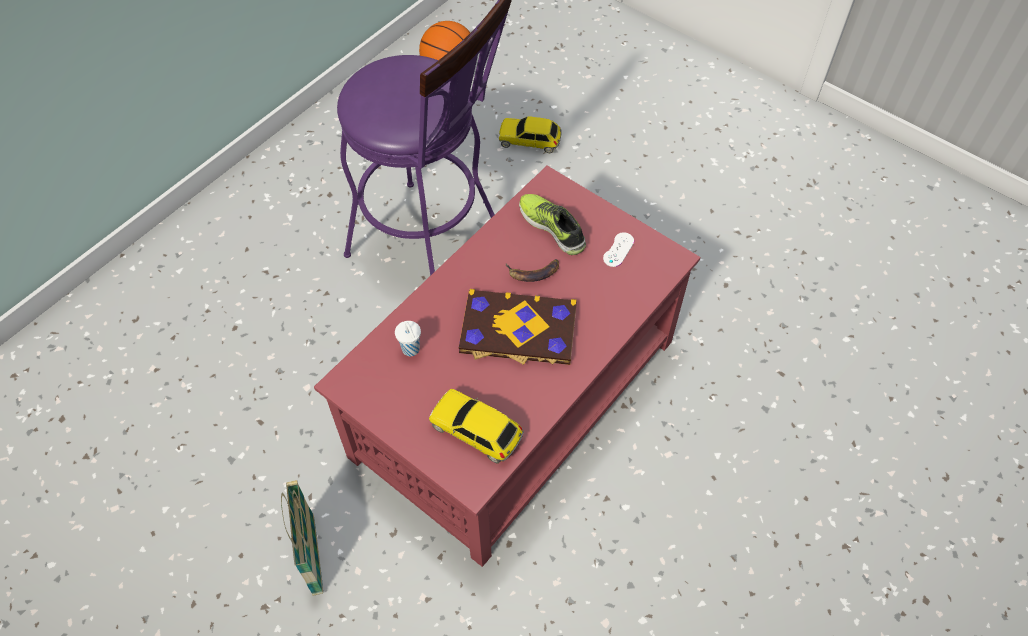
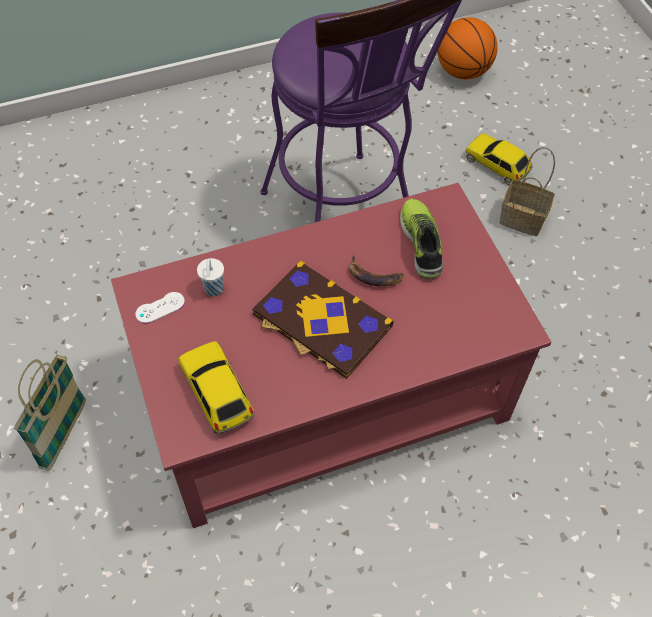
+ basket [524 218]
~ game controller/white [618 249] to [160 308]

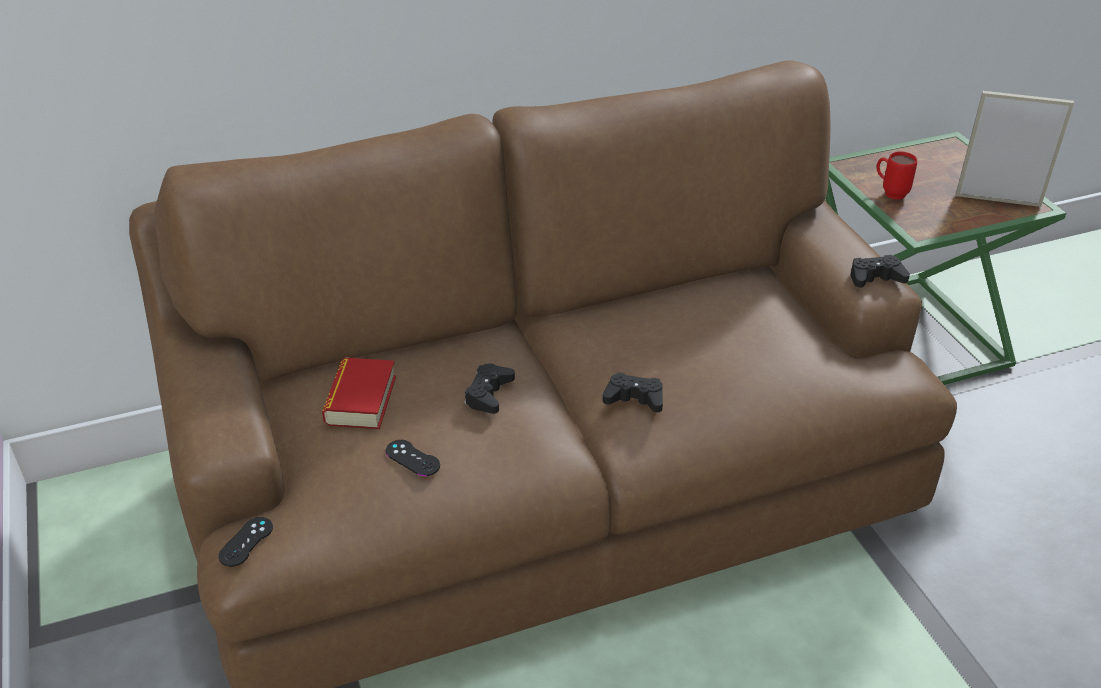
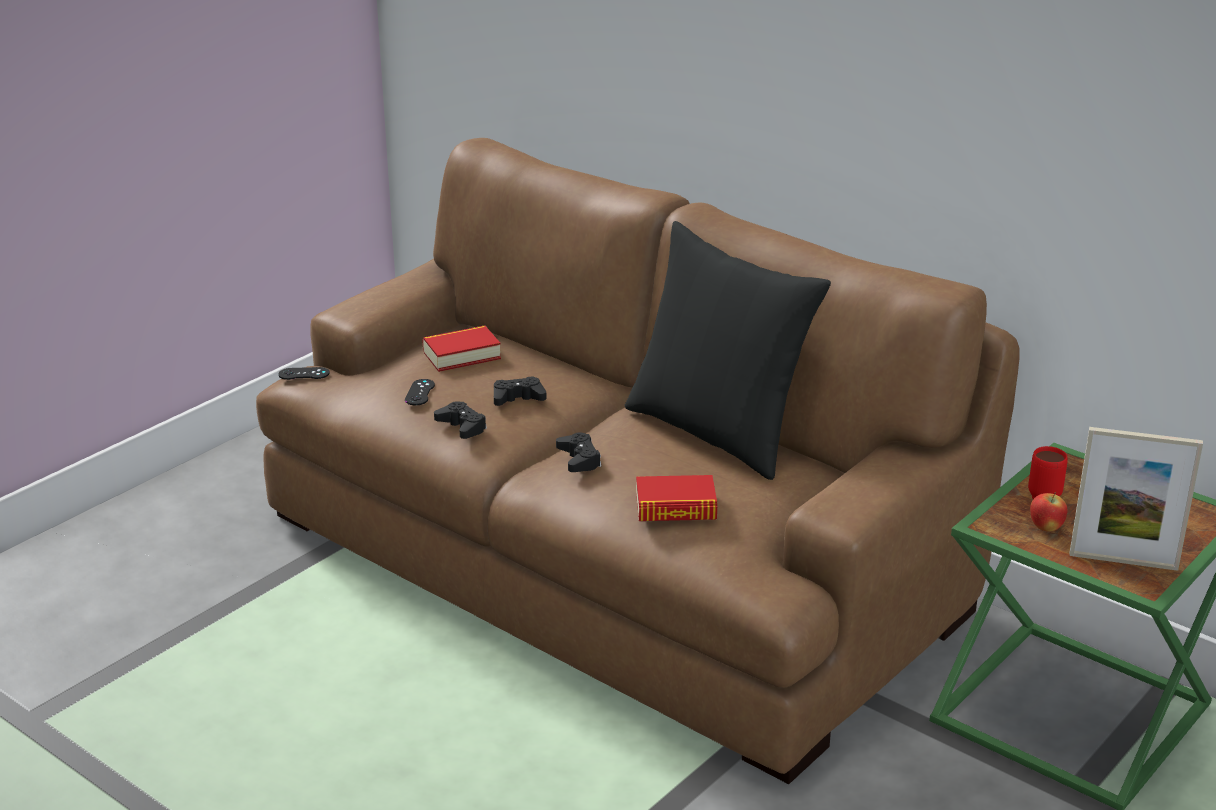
+ pillow/black [716 432]
+ book [675 507]
+ apple [1045 528]
~ game controller/black [875 278] to [462 426]
~ picture frame [998 200] = [1123 561] 120 degrees clockwise

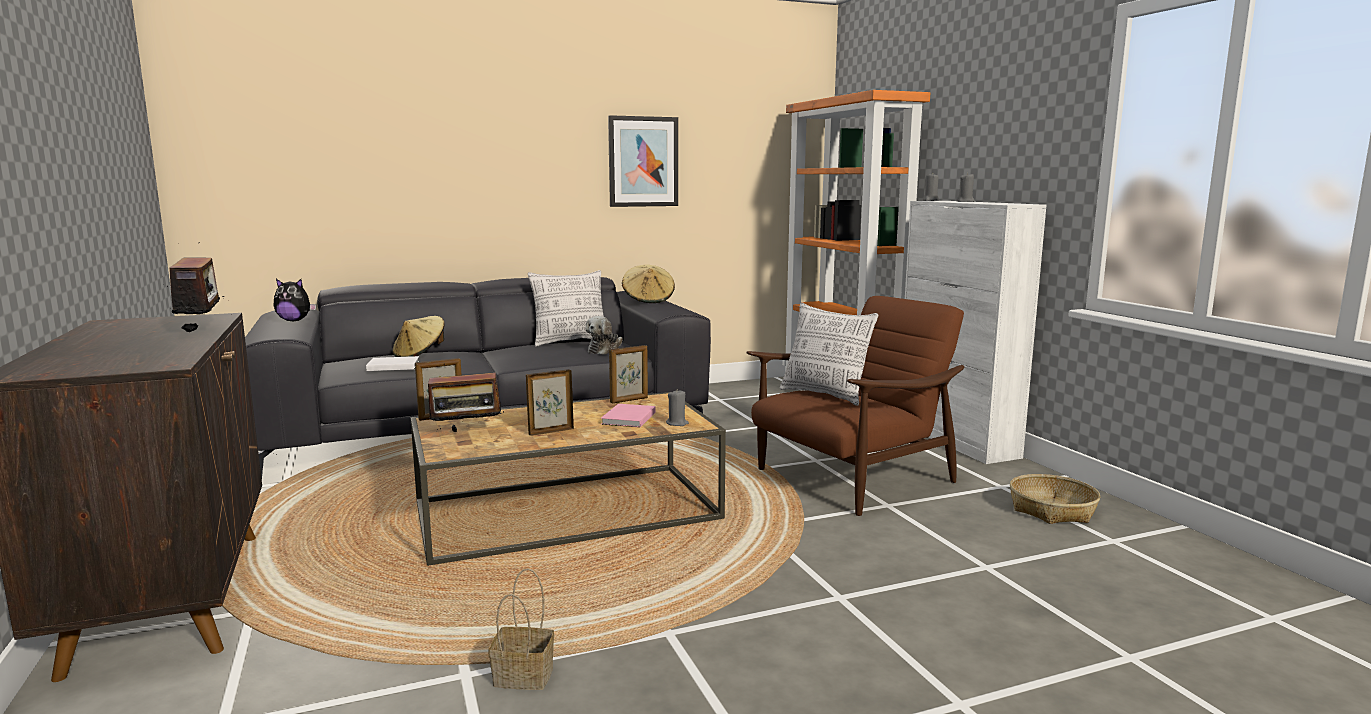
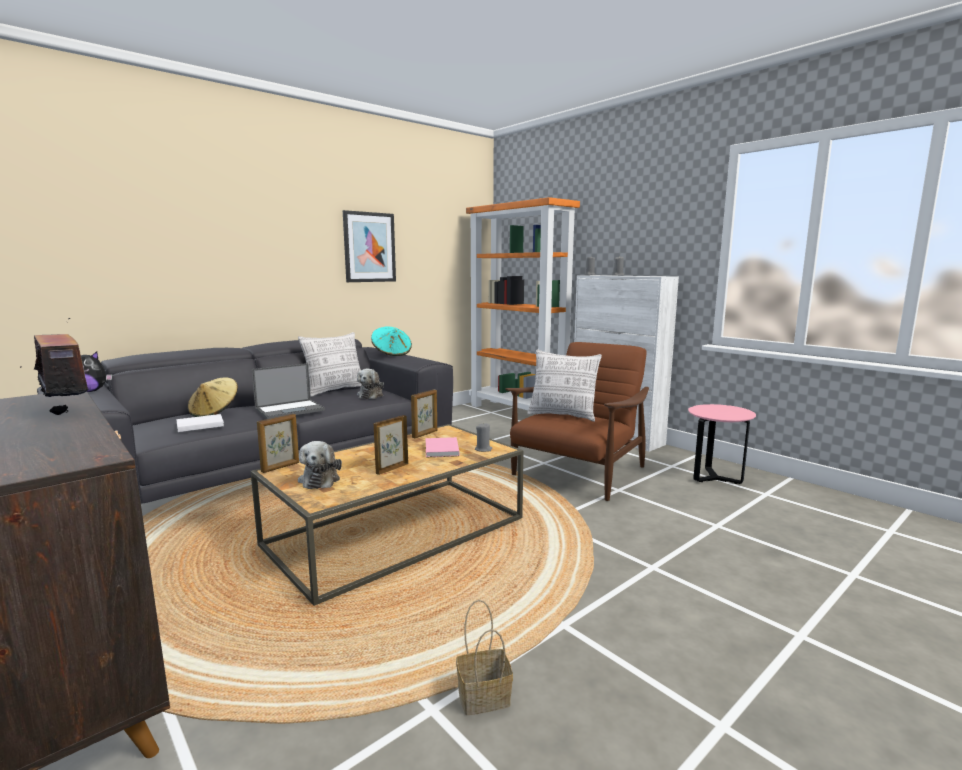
+ laptop [290 409]
~ radio [467 433] to plush toy [320 479]
~ basket [1052 510] to side table/pink [714 478]
~ hat/beige [648 300] to hat/turquoise [392 353]

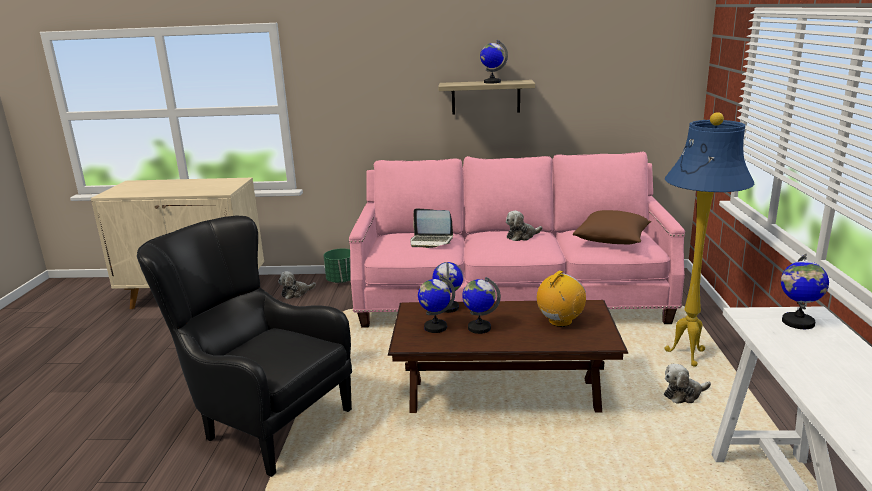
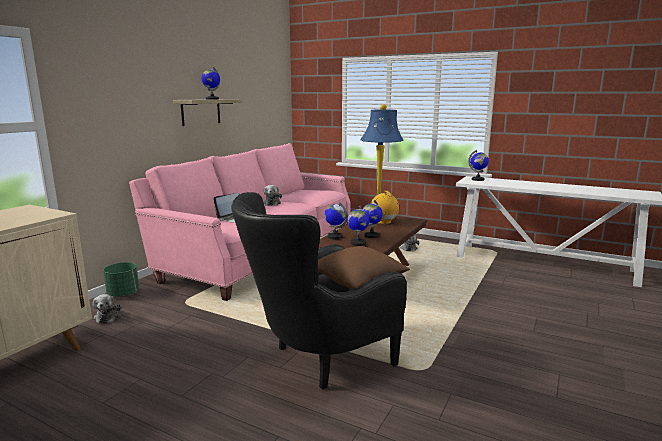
~ pillow/brown [612 241] to [358 281]

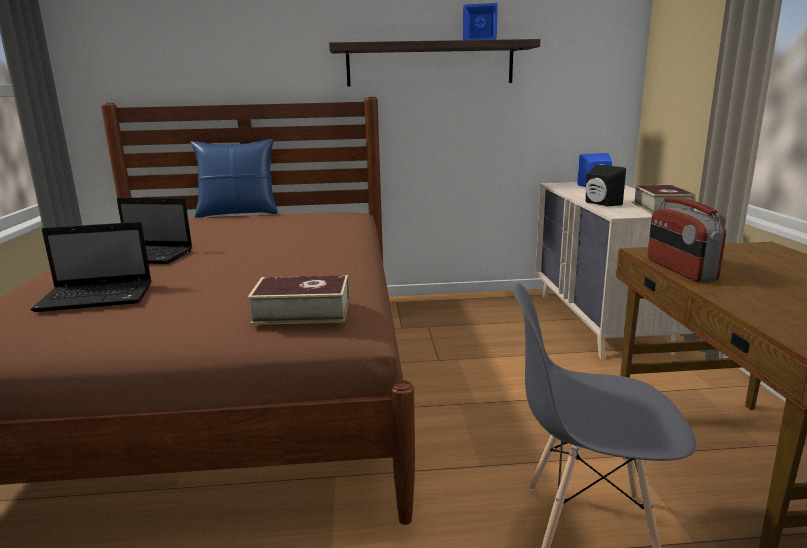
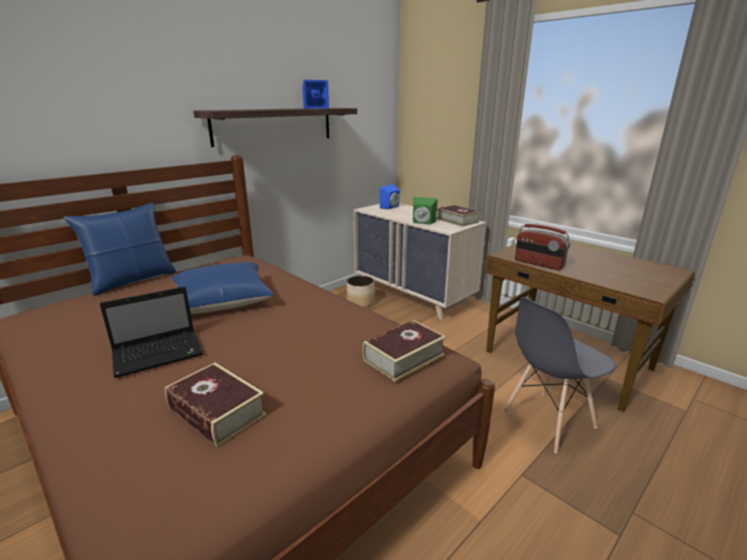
+ pillow/blue [222 300]
+ planter [360 302]
~ laptop [99 297] to book [217 411]
~ speaker/black [600 203] to speaker/green [422 222]

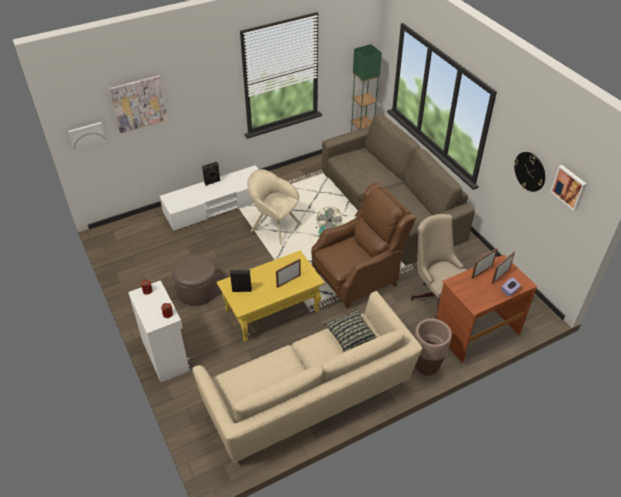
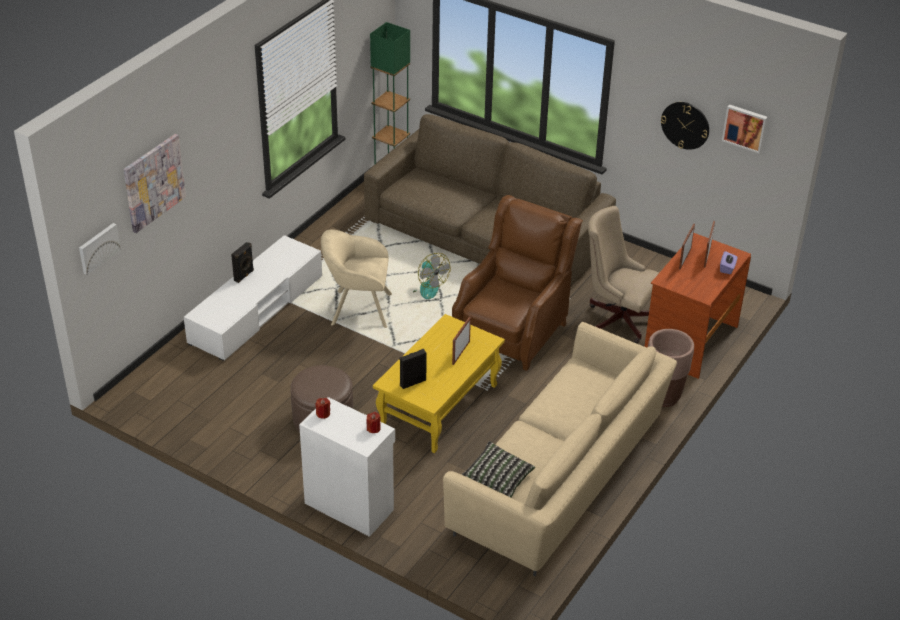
~ pillow [350 336] to [498 479]

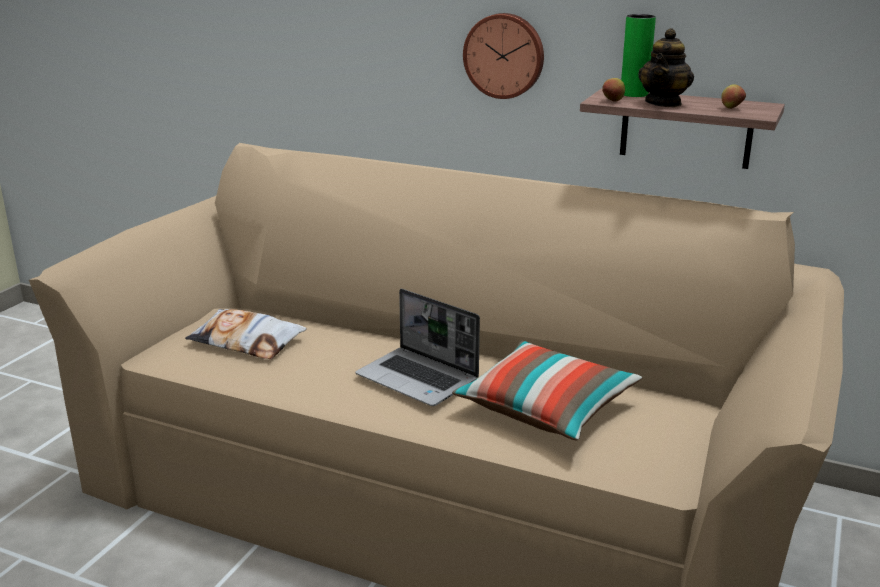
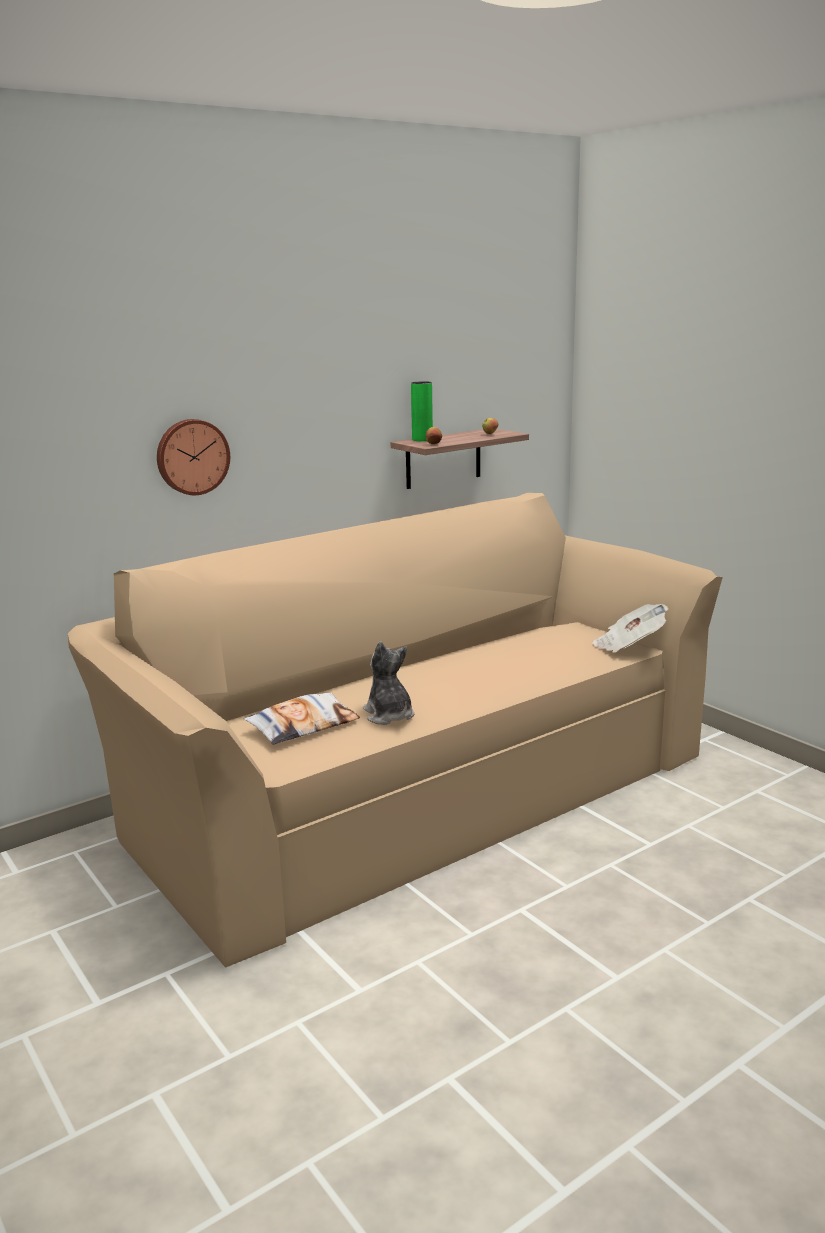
- laptop [419 379]
- pillow [546 408]
- teapot [664 103]
+ plush toy [389 715]
+ newspaper [628 646]
~ wall clock [504 55] to [192 456]

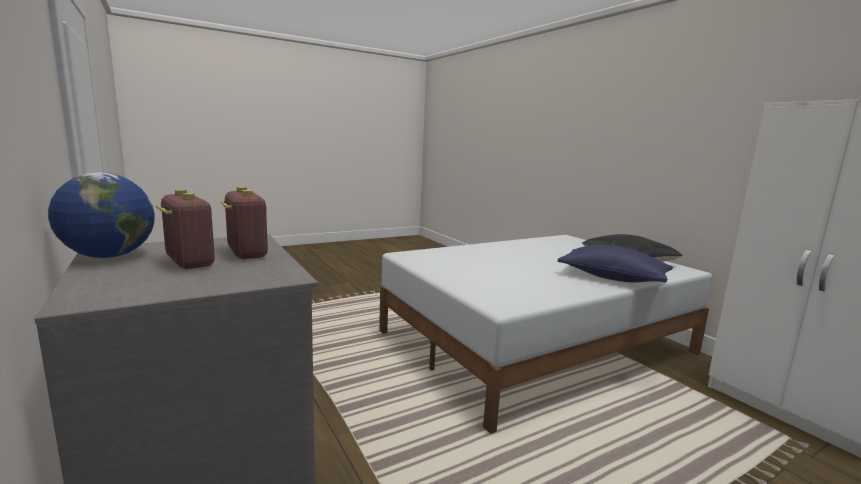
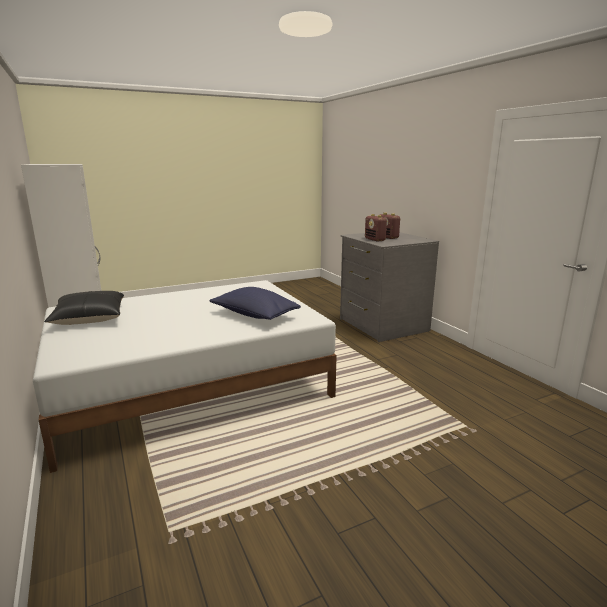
- globe [109 256]
~ pillow/blue [612 278] to [254 315]

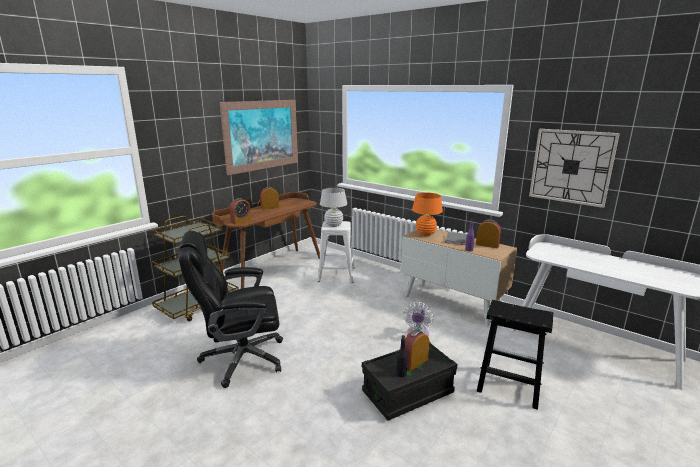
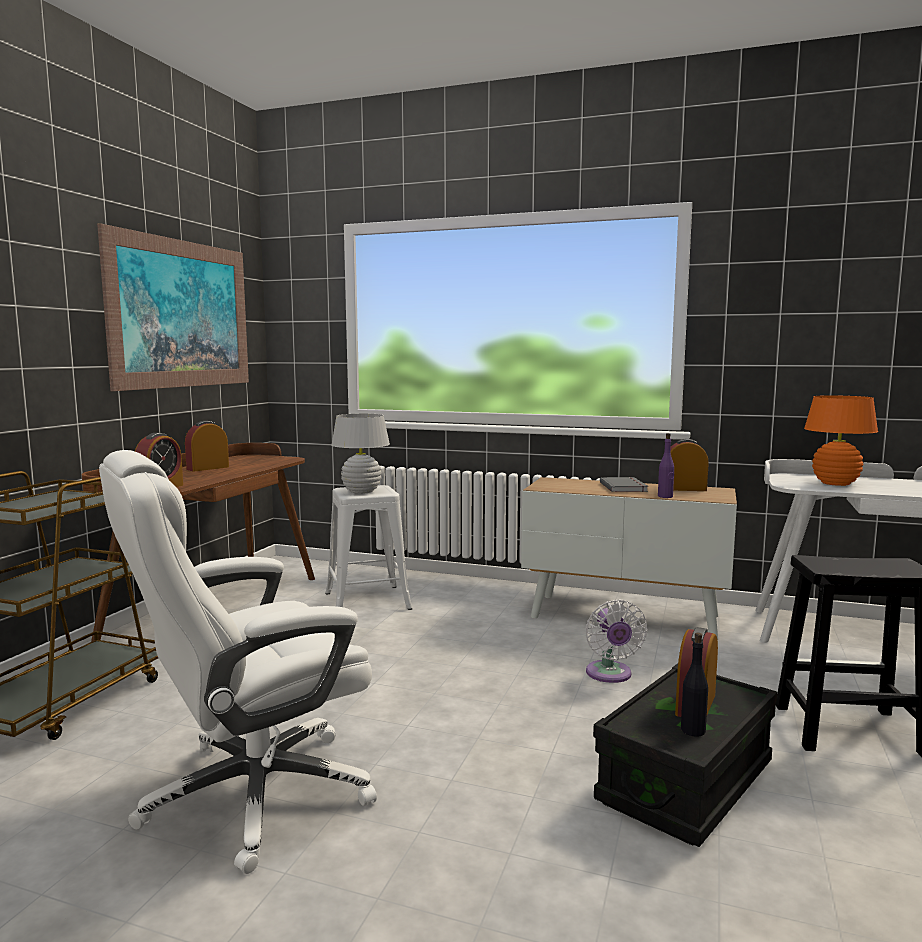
- wall clock [571 166]
~ table lamp/orange [425 234] to [835 483]
~ office chair/black [241 358] to office chair/white [252 795]

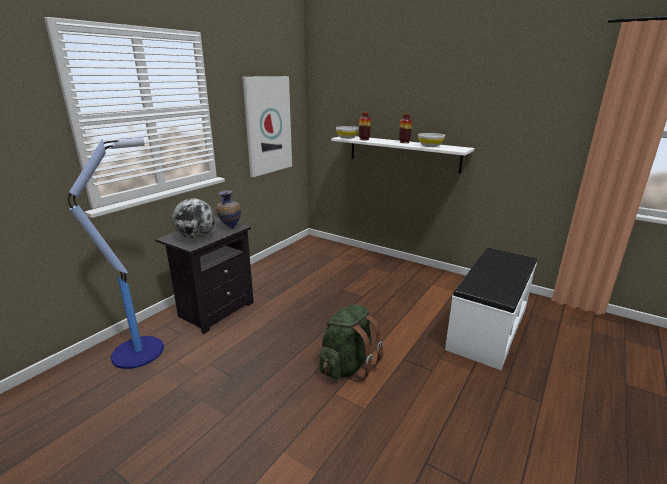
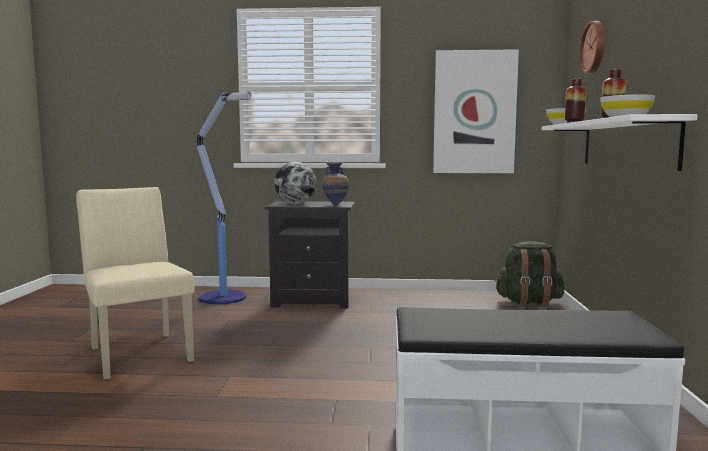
+ chair/beige [138 351]
+ wall clock [594 47]
~ backpack/green [348 366] to [528 302]

